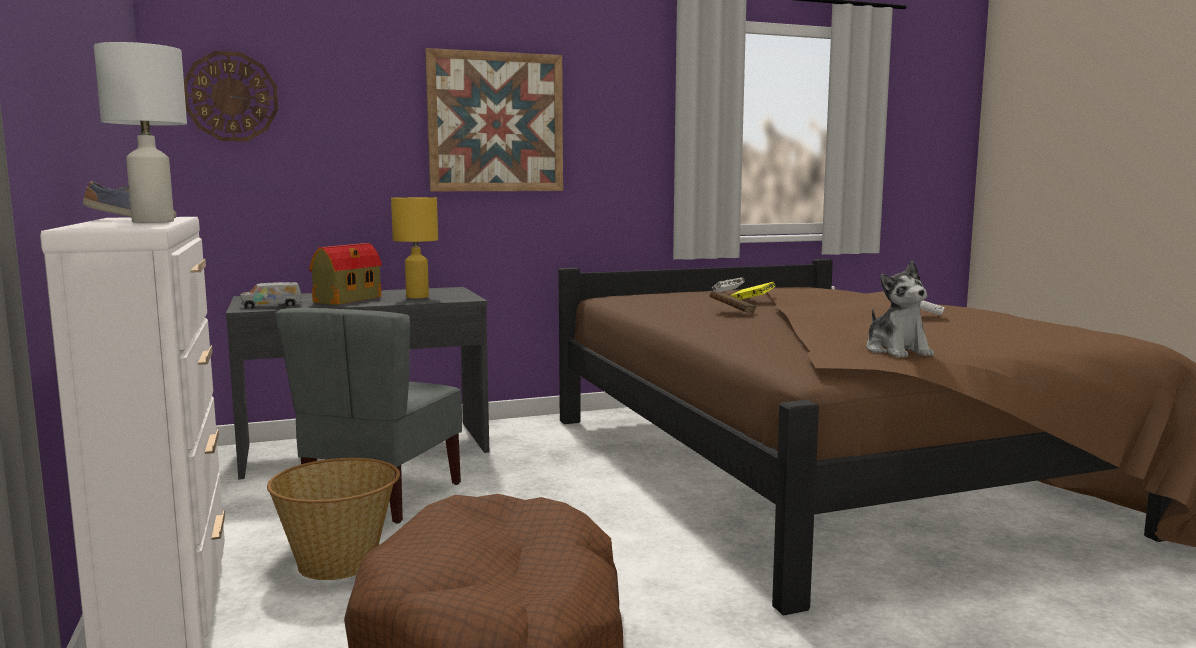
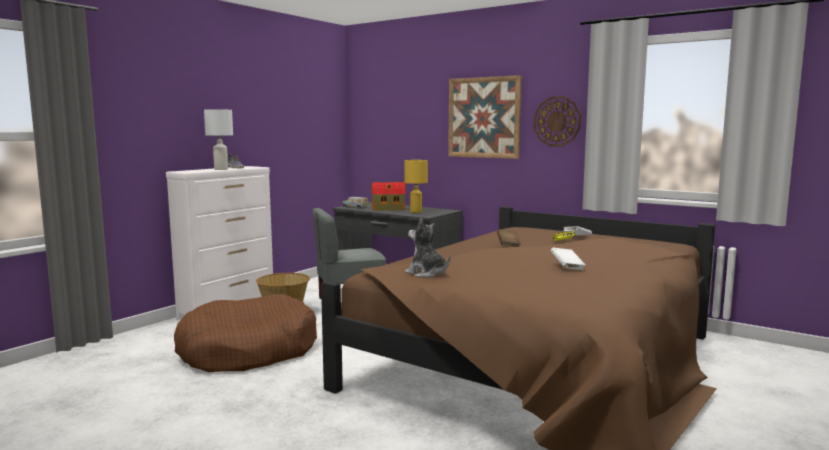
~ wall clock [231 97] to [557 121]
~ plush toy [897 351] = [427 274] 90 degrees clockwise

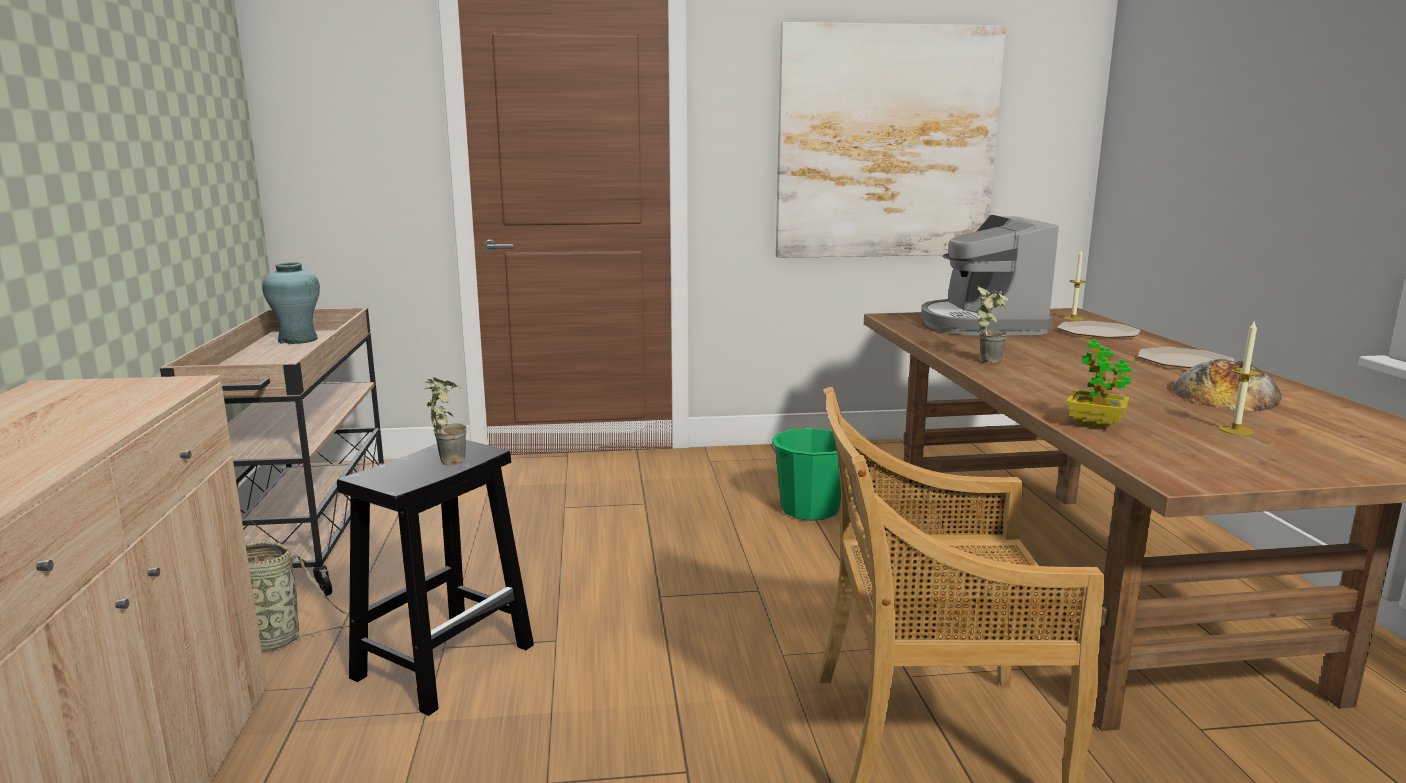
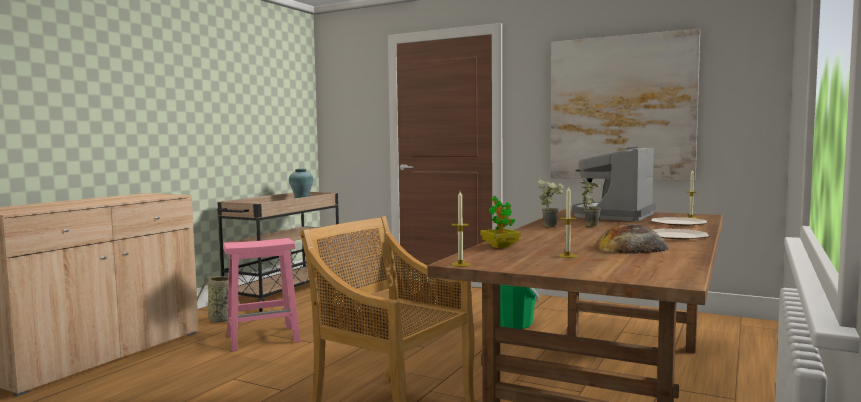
+ candle [460 264]
~ potted plant [446 460] to [589 225]
~ stool/black [446 660] to stool/pink [264 338]

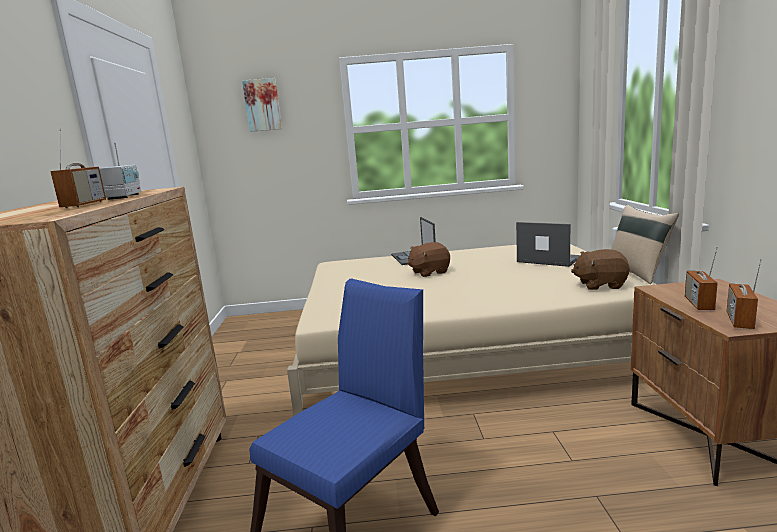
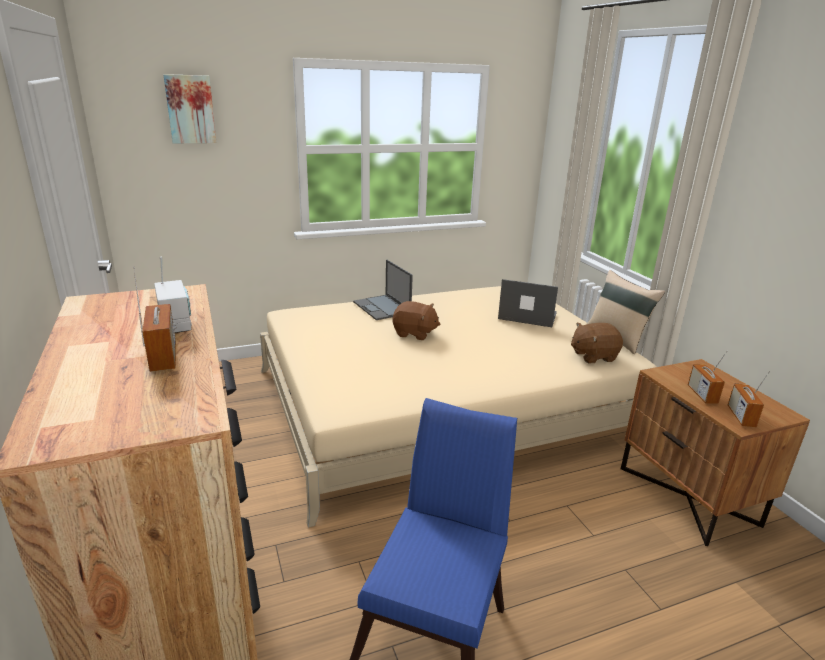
~ plush toy/brown [429 272] = [414 333] 120 degrees counterclockwise

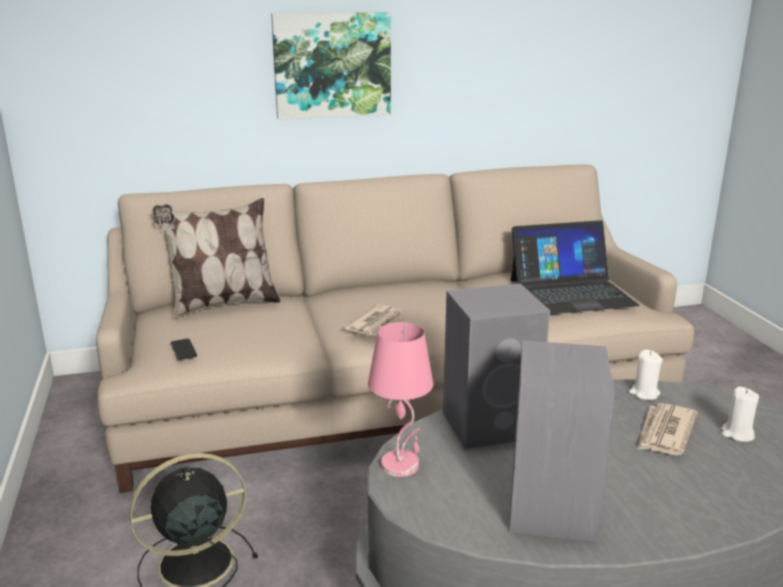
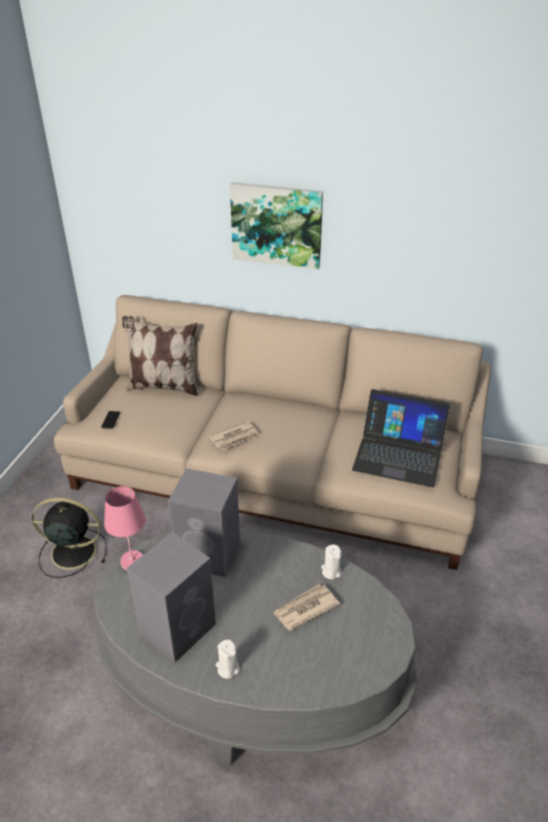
~ candle/white [737 434] to [227 668]

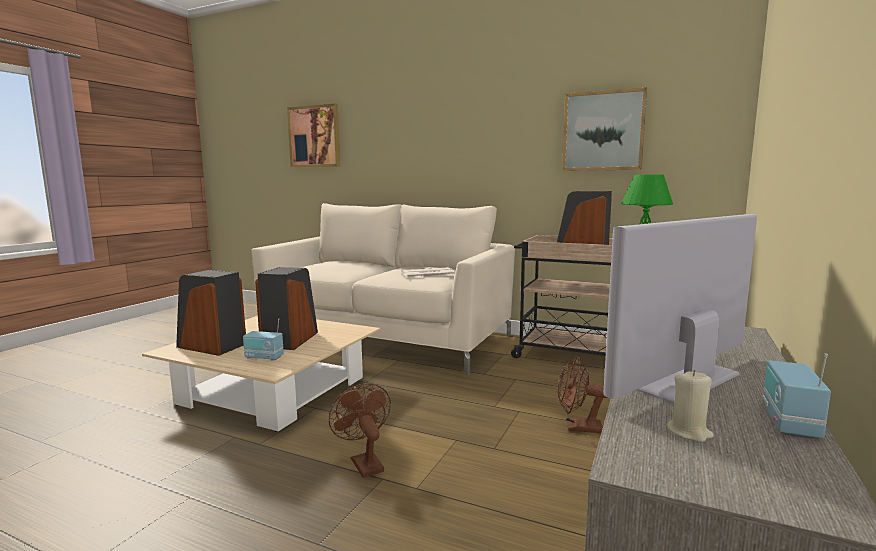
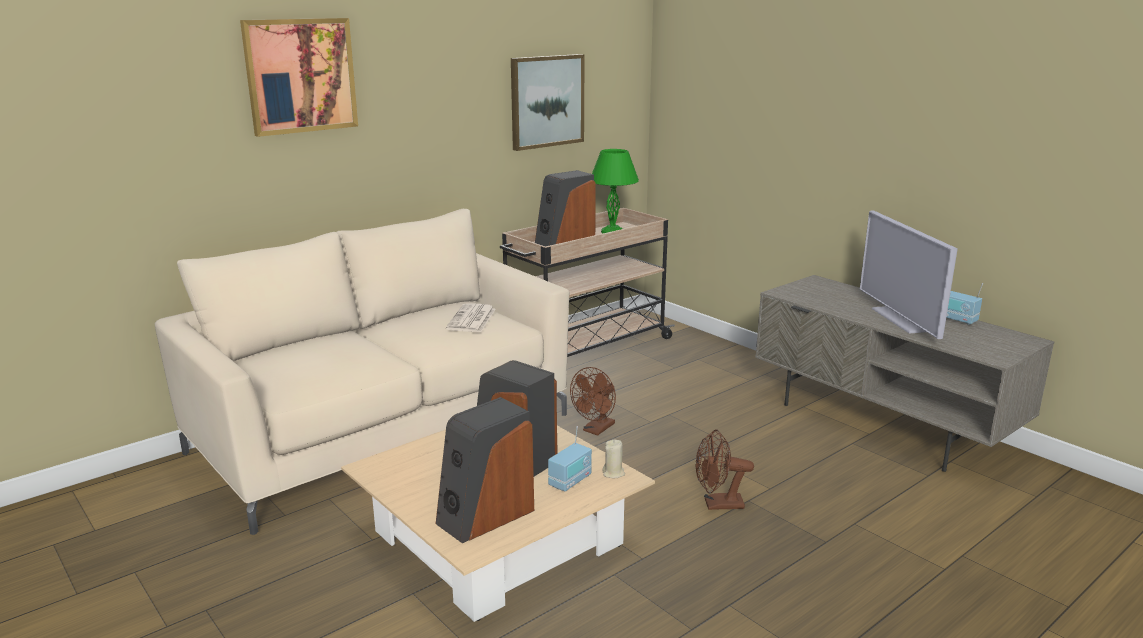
~ picture [314 136] to [300 75]
~ fan/brown [578 428] to [596 430]
~ candle/beige [689 432] to [613 473]

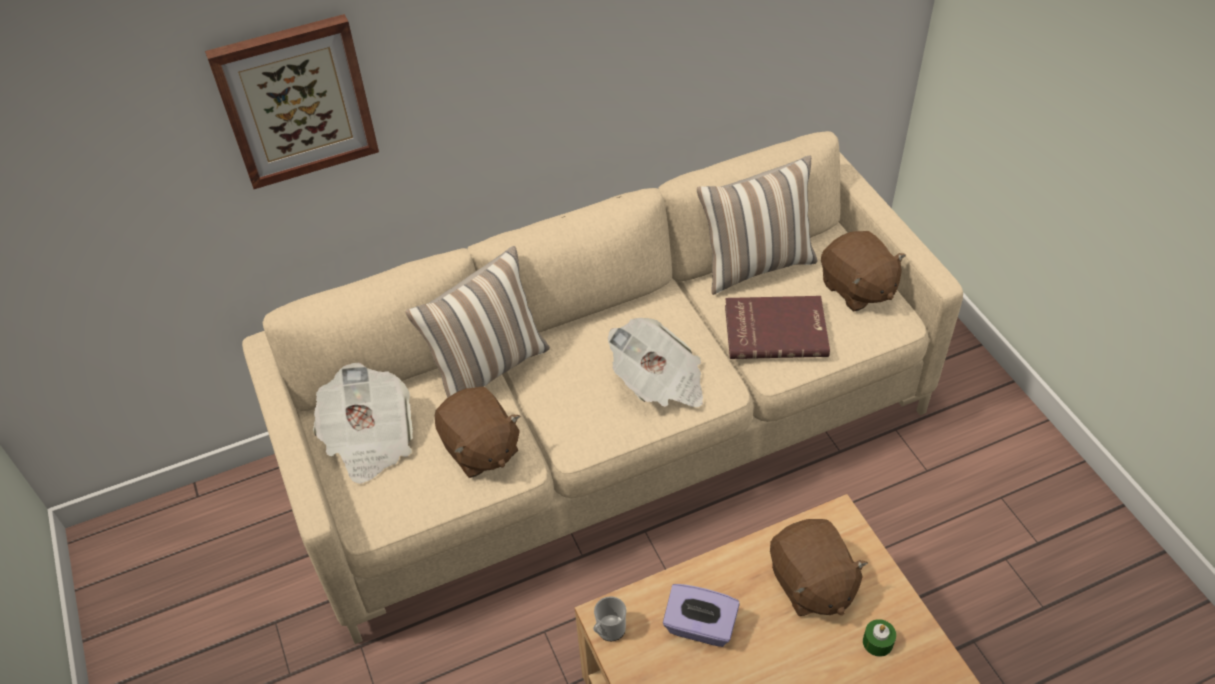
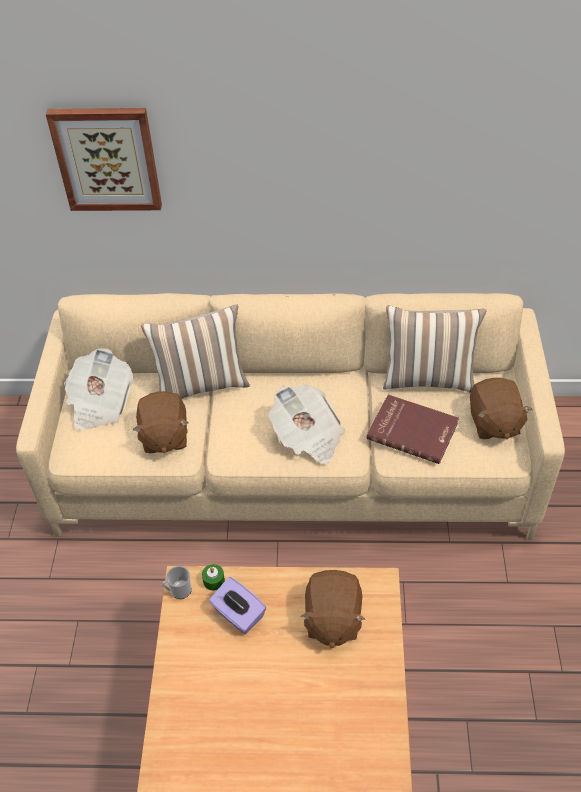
~ candle/green [877 642] to [214 580]

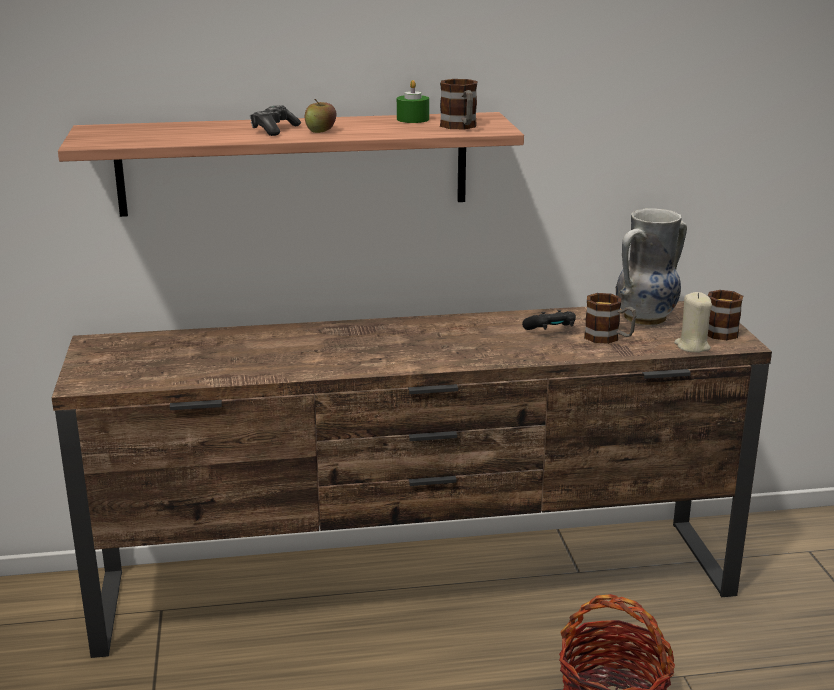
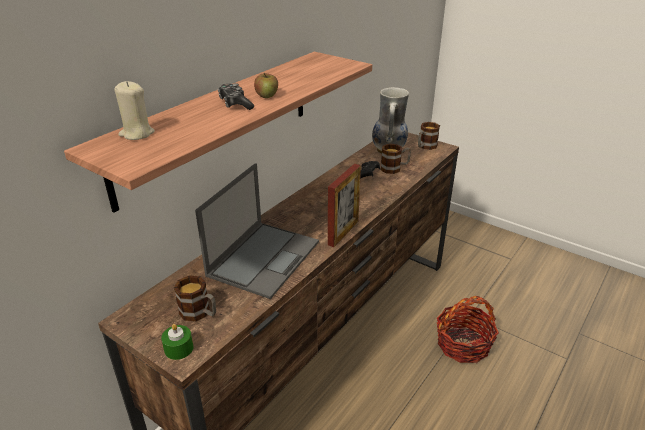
+ laptop [264 257]
+ picture frame [343 232]
~ candle/green [412 119] to [179 348]
~ mug [461 127] to [199 313]
~ candle/beige [692 346] to [137 134]

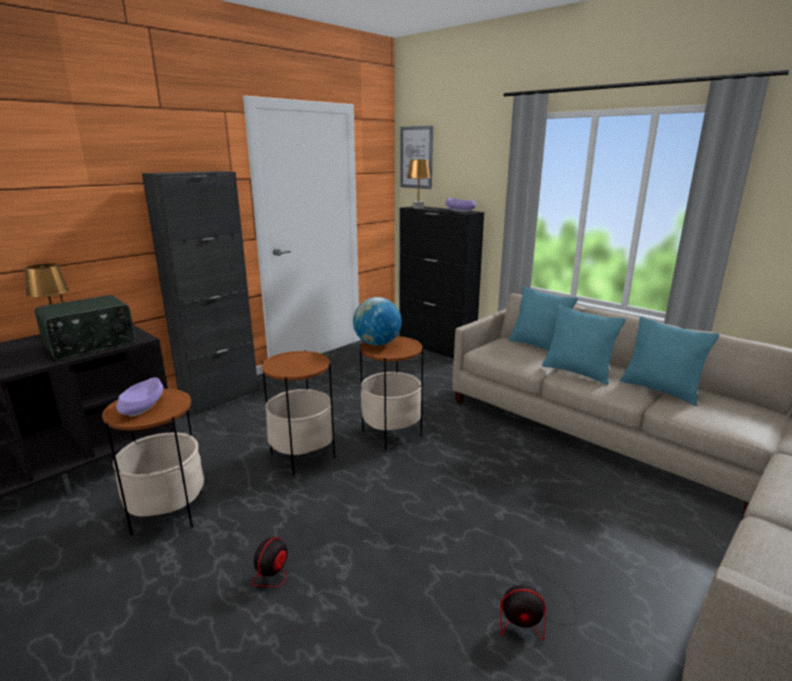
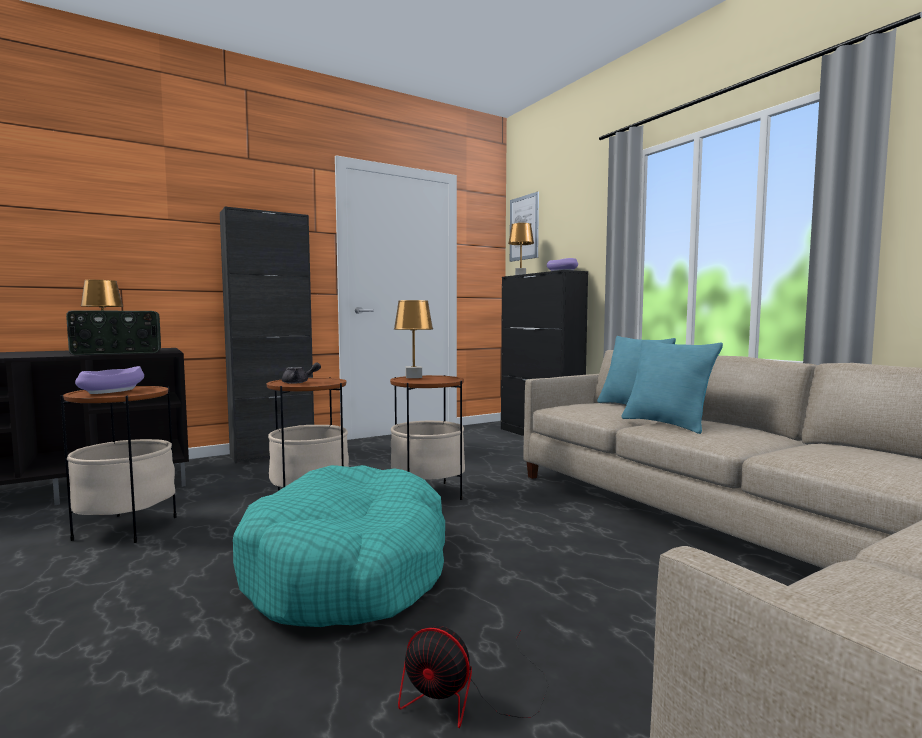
- fan [276 592]
- pillow/turquoise [660 390]
+ dog bed/turquoise [349 569]
+ teapot/grey [299 382]
~ globe [377 344] to table lamp/brown [413 377]

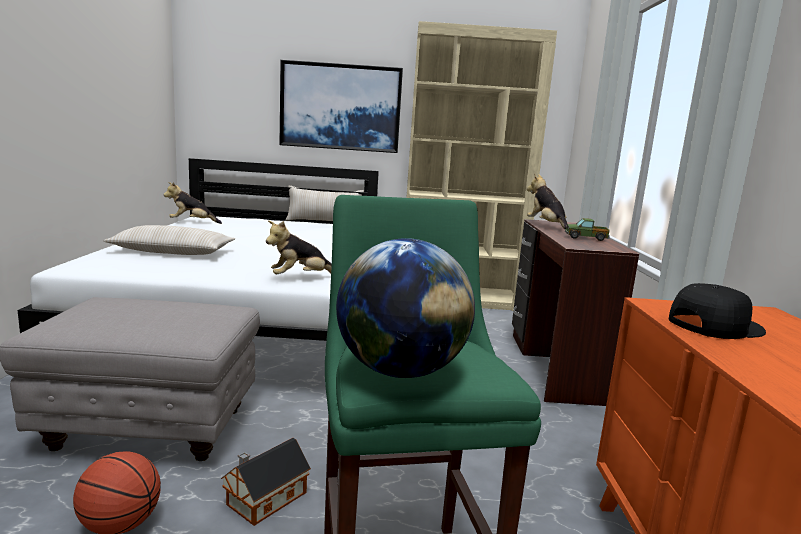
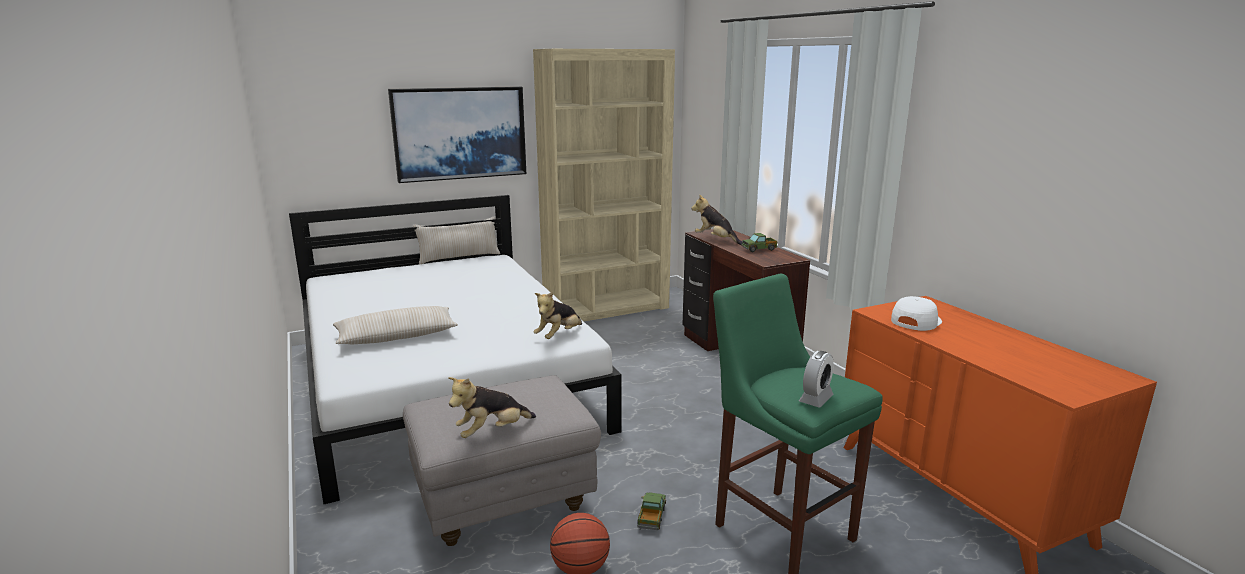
~ plush toy [192 222] to [492 432]
~ toy house [264 499] to toy truck [651 517]
~ globe [401 371] to alarm clock [816 399]
~ cap/black [714 325] to cap/white [915 320]

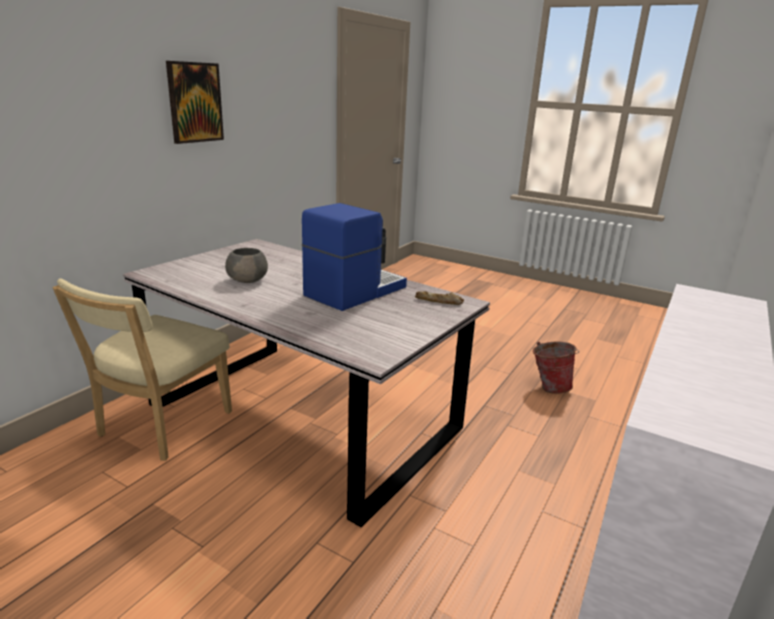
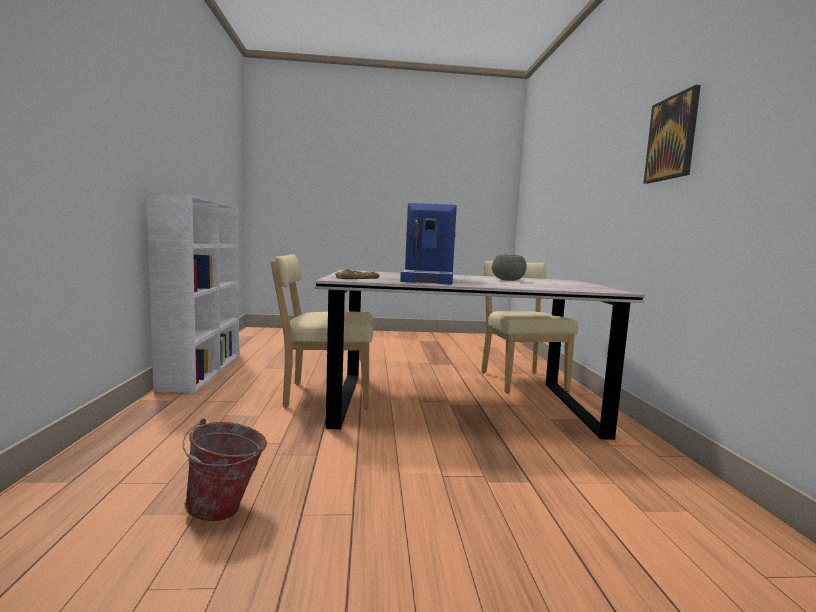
+ chair/beige [324 395]

